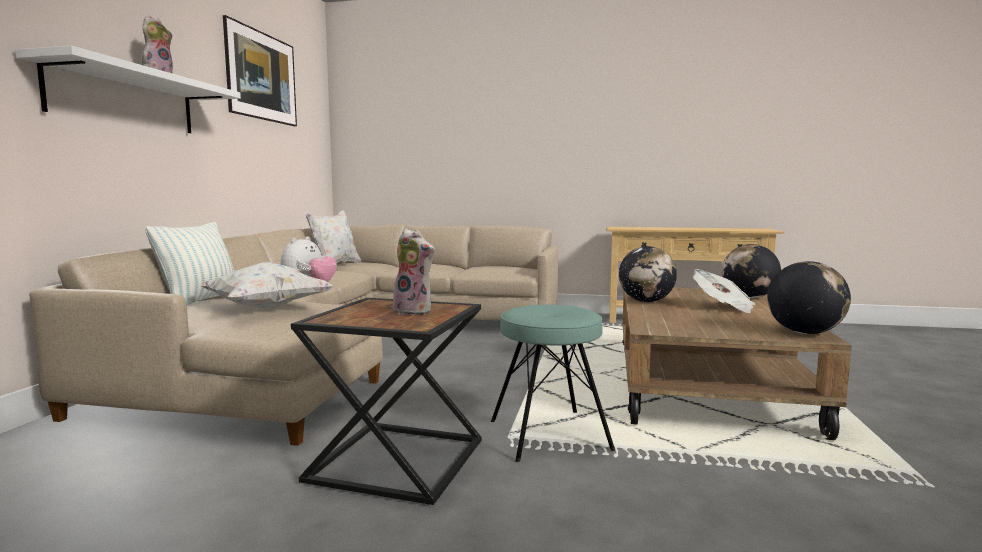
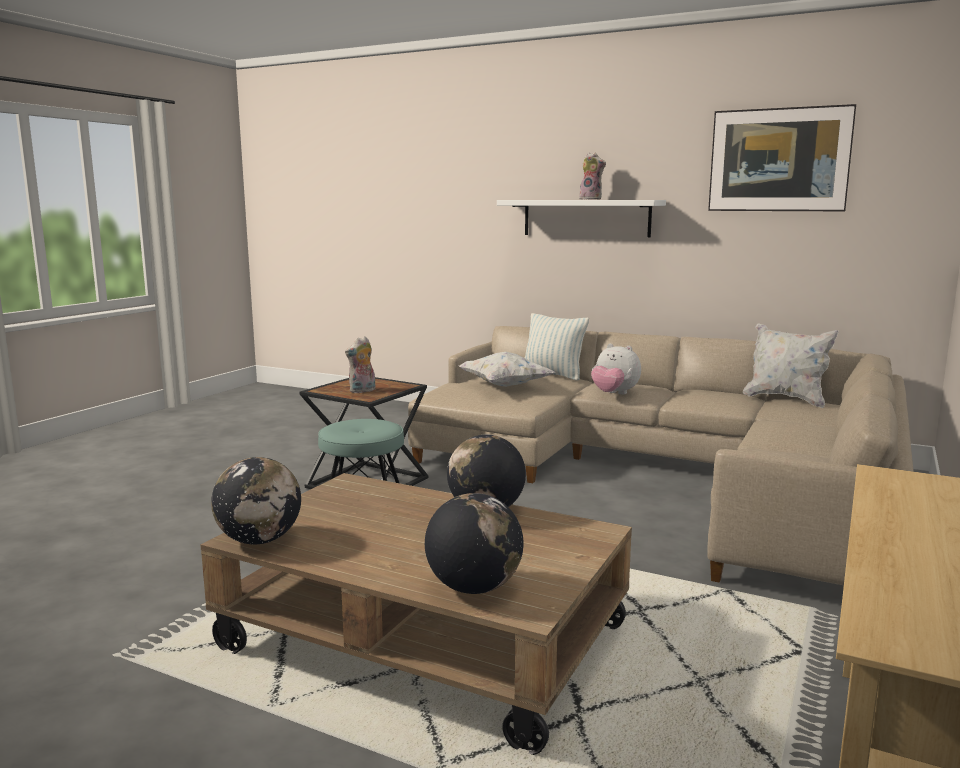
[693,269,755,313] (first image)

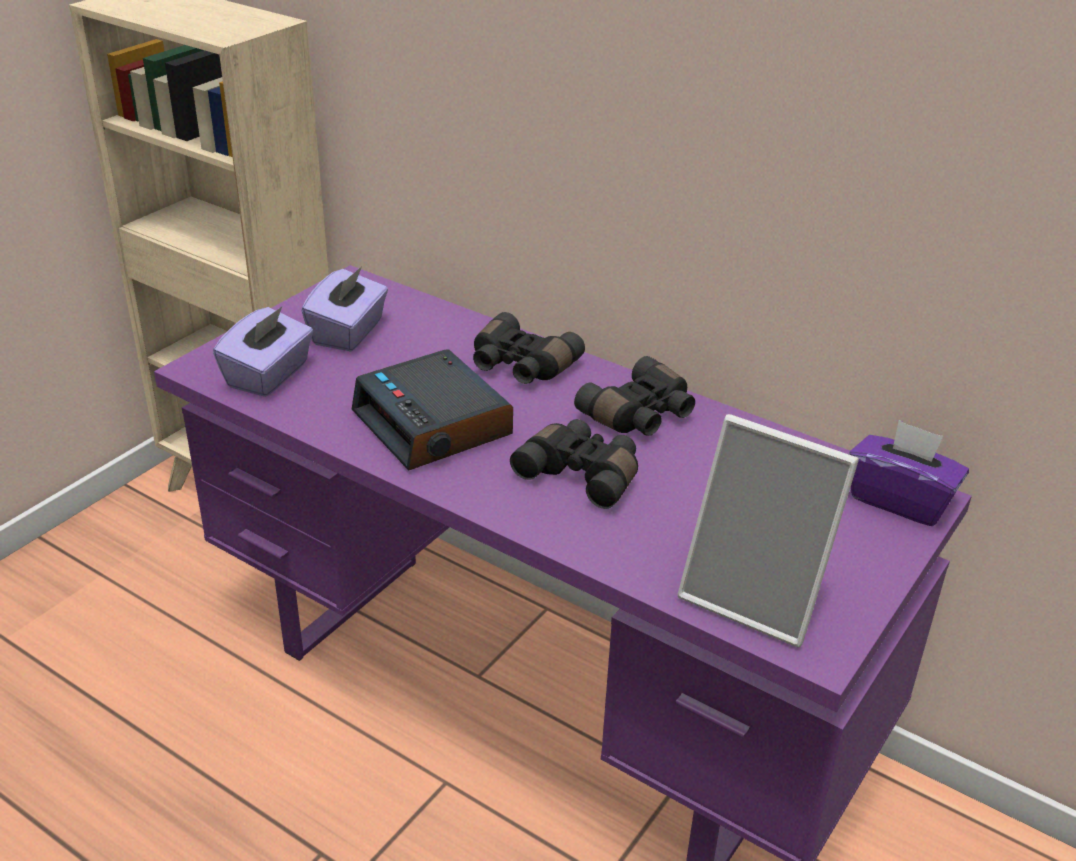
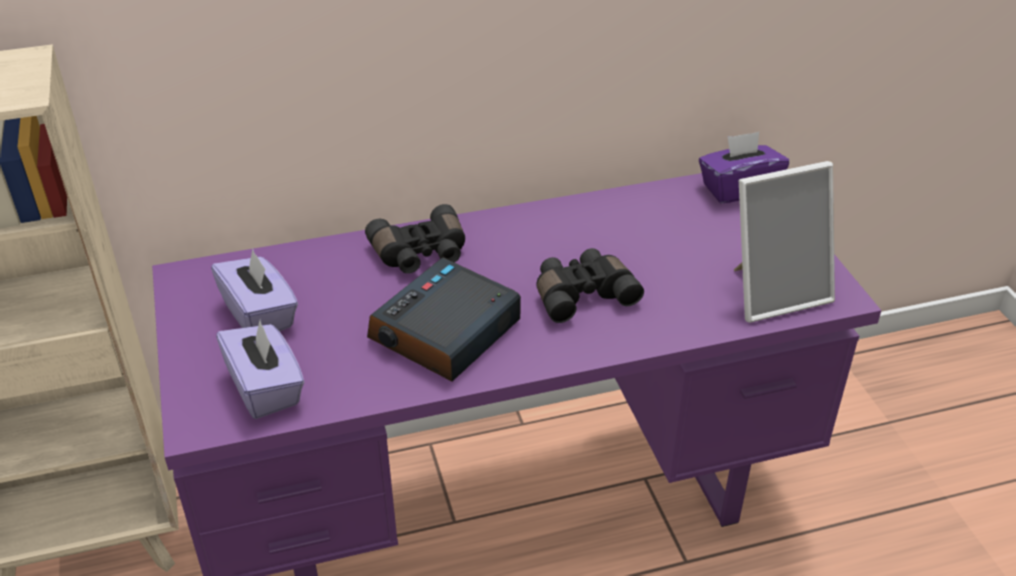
[574,356,695,436] (first image)
[367,258,521,381]

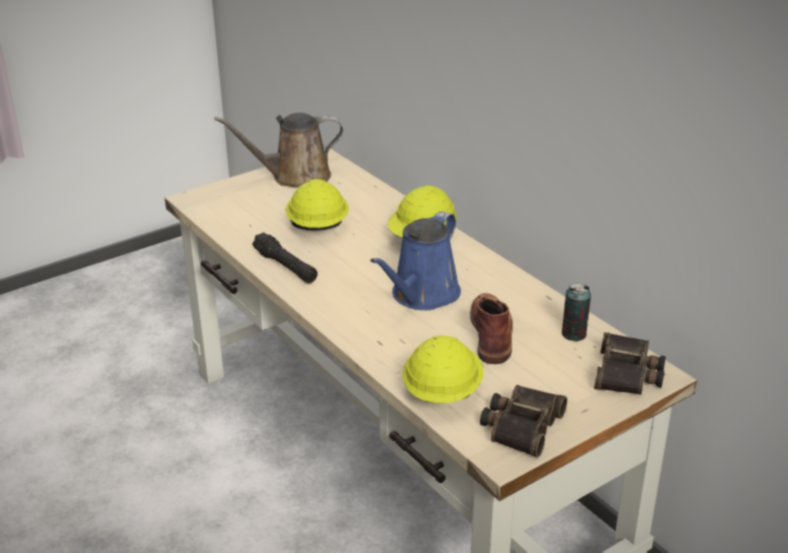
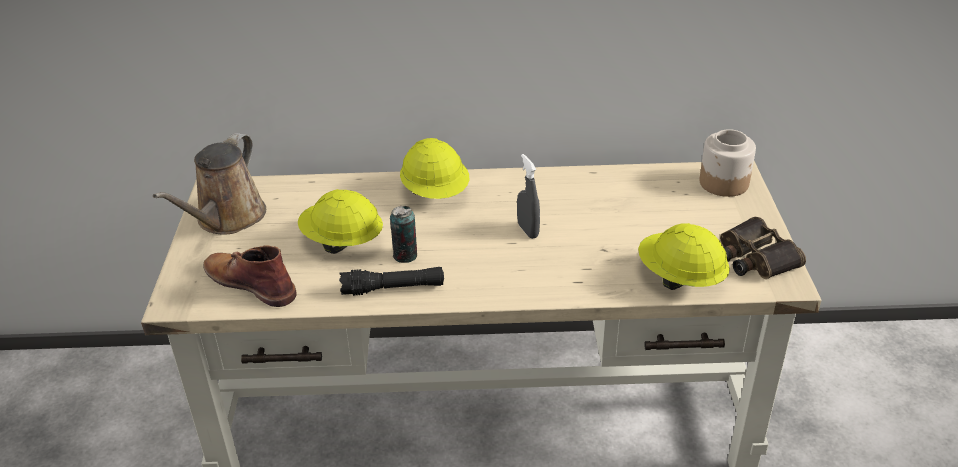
[203,246,297,307]
[390,206,417,263]
[517,154,540,239]
[699,129,756,197]

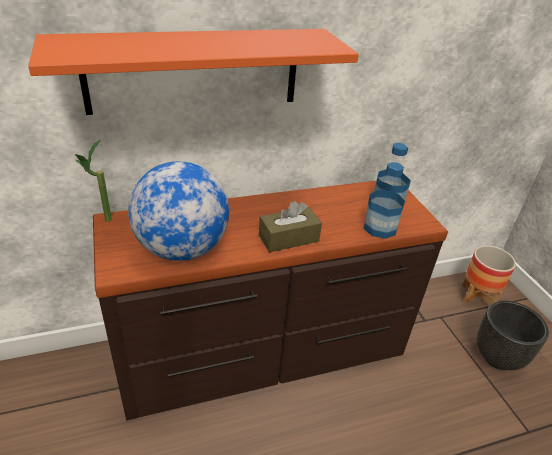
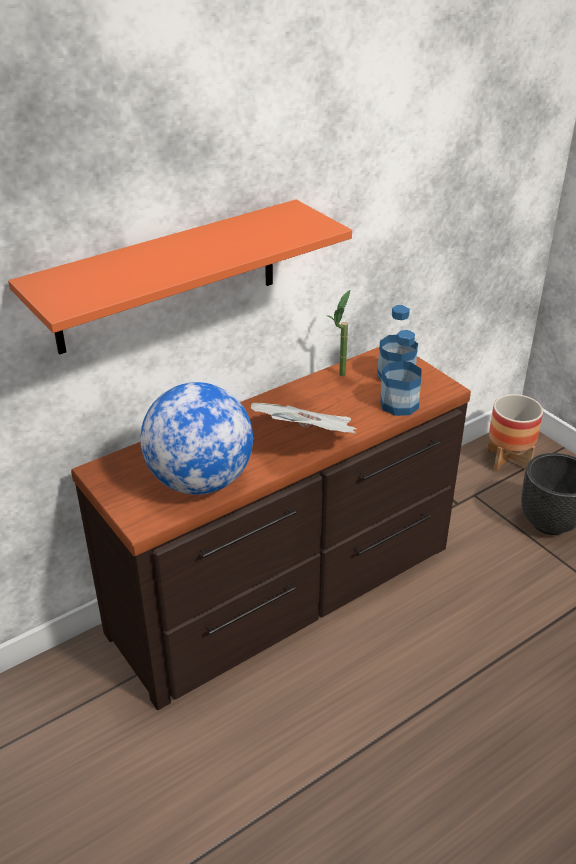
[326,290,350,376]
[251,403,357,434]

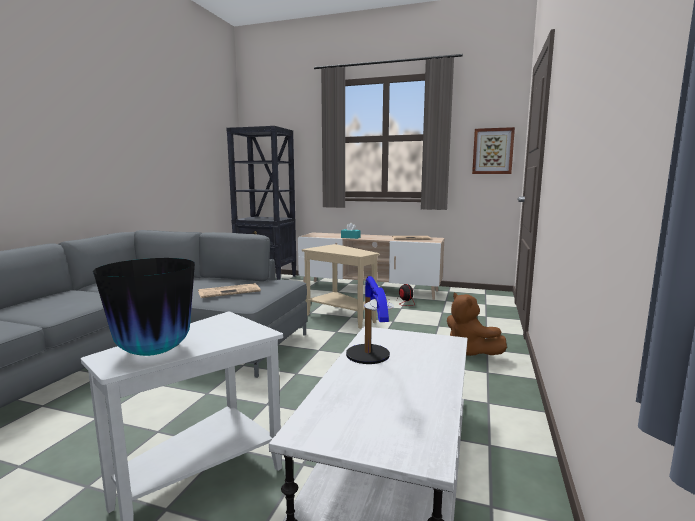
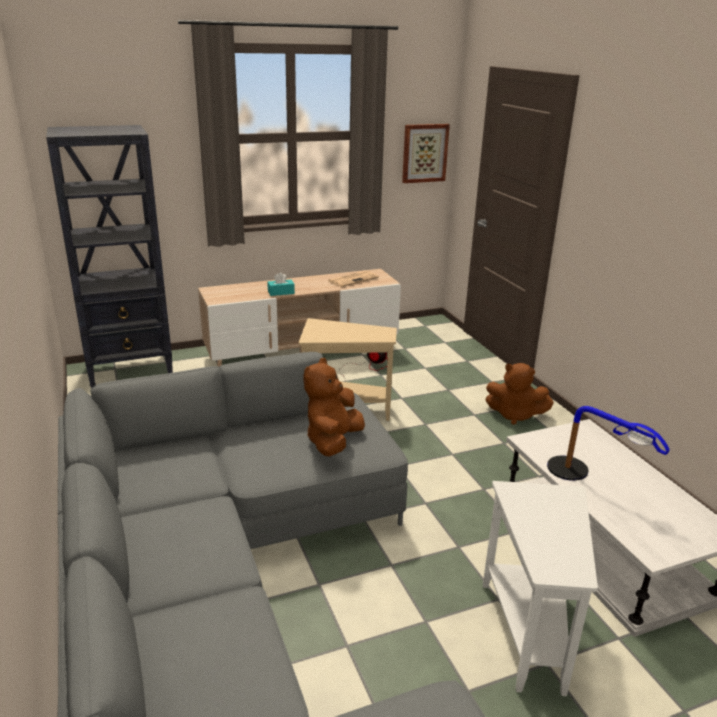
[93,258,195,356] (first image)
[303,358,365,456]

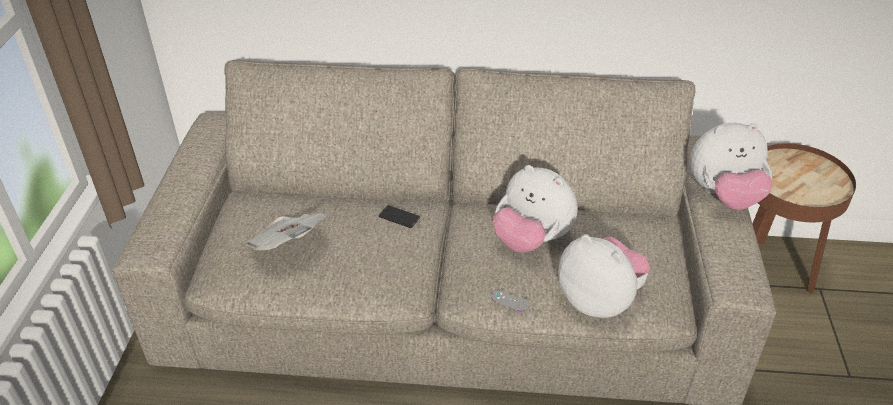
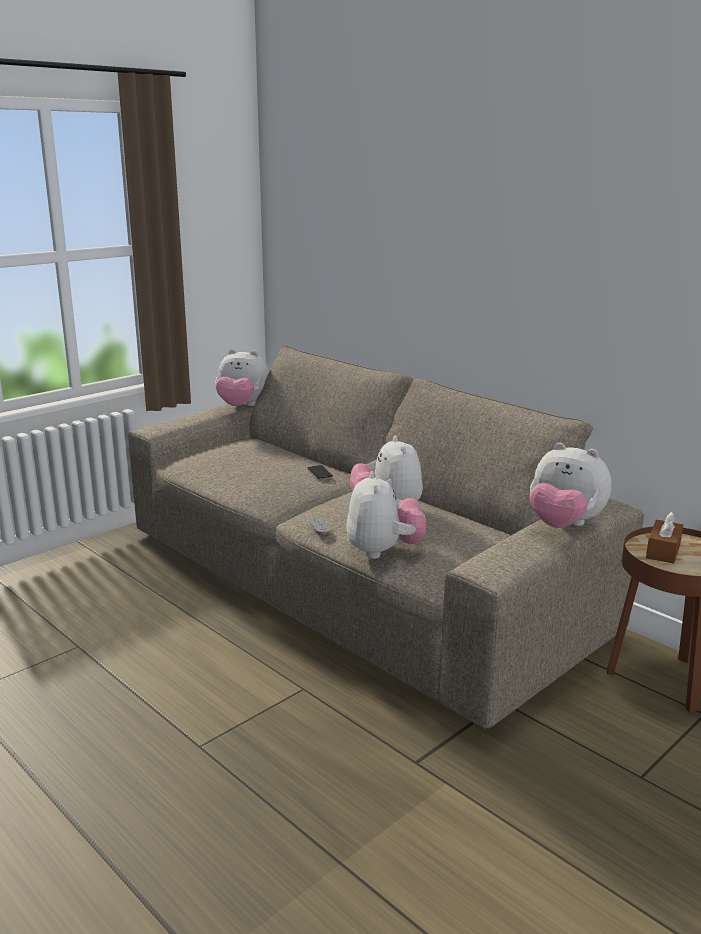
[245,212,327,251] (first image)
[215,349,269,406]
[646,512,683,564]

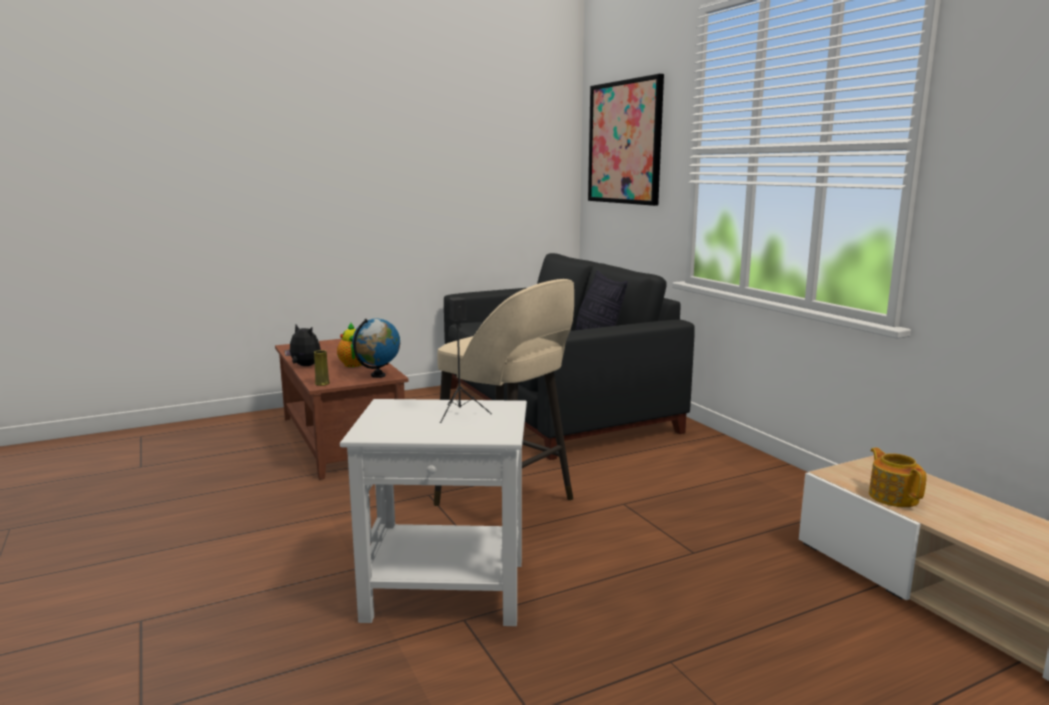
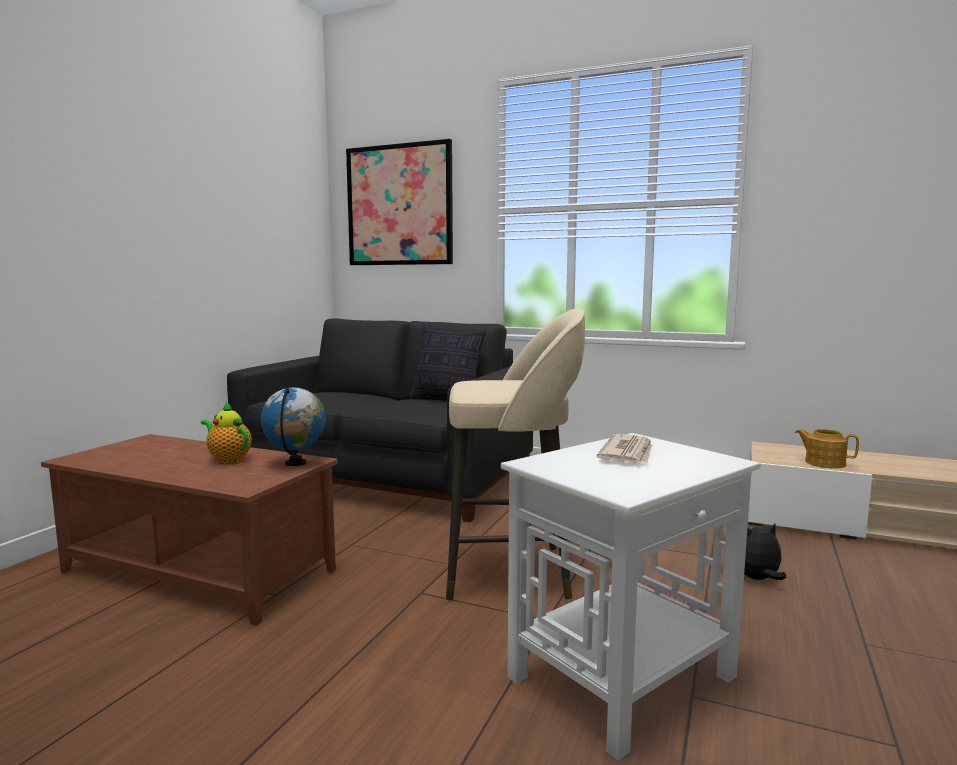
[314,350,330,386] (first image)
[744,524,786,580]
[597,434,652,463]

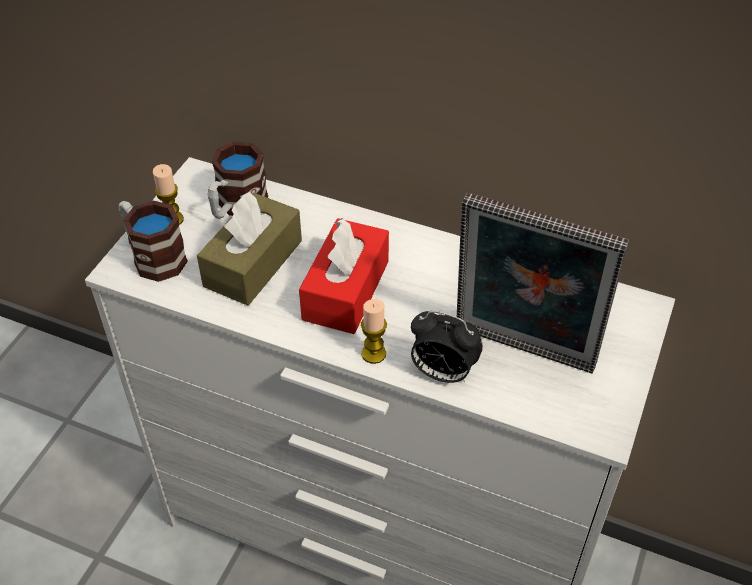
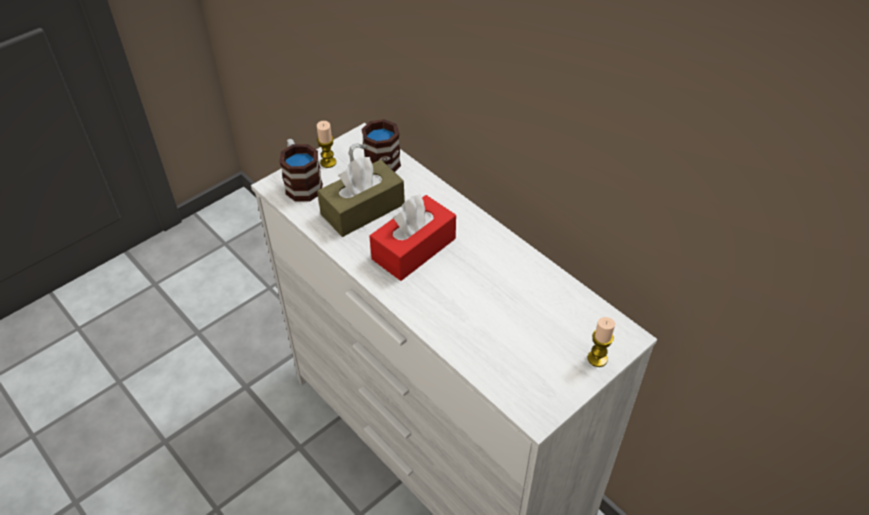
[411,311,483,383] (first image)
[457,193,629,374] (first image)
[588,317,615,367]

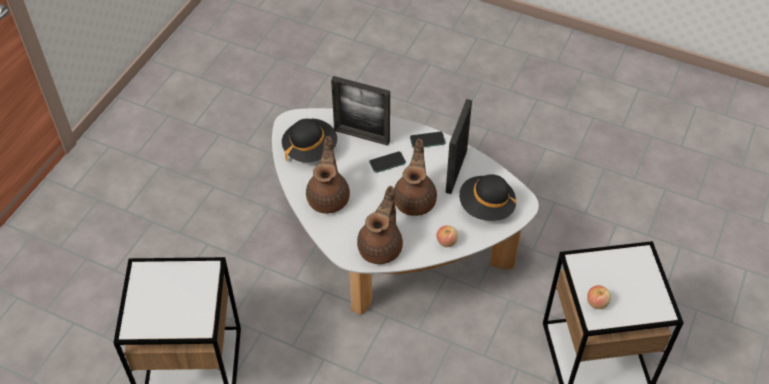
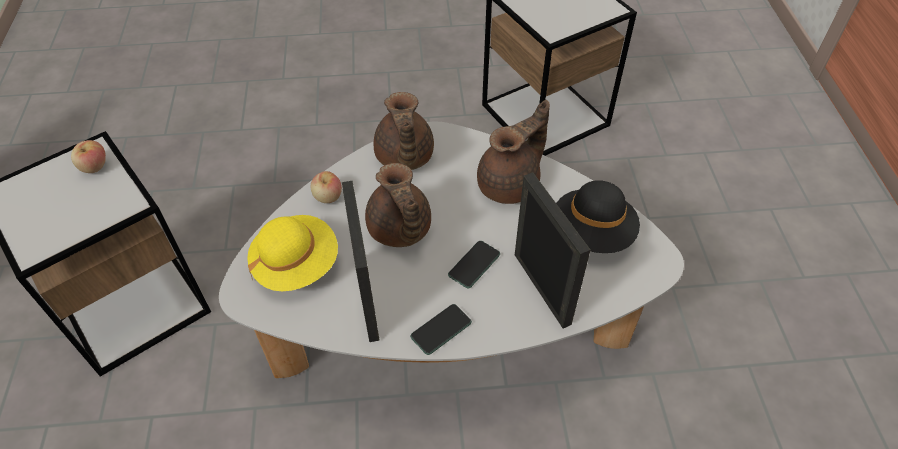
[247,215,338,291]
[477,100,550,204]
[515,172,591,328]

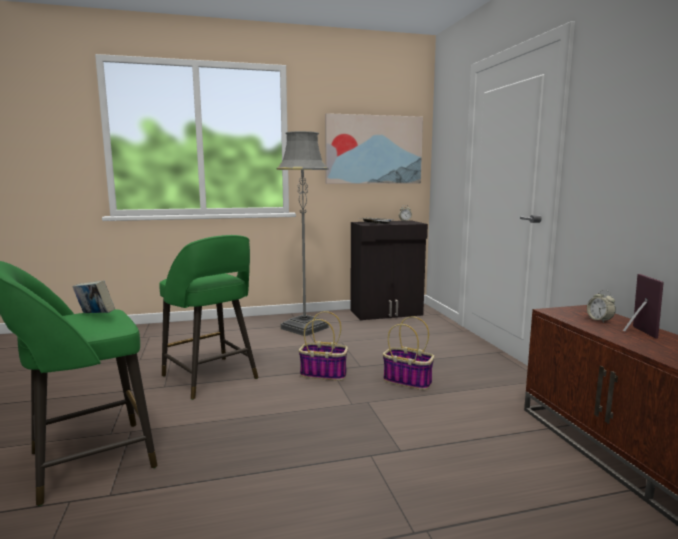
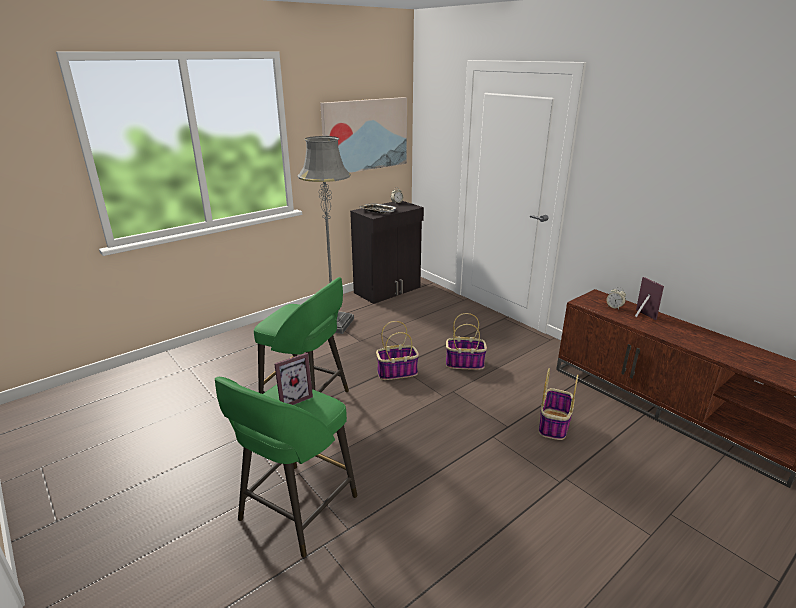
[539,368,578,440]
[274,353,313,405]

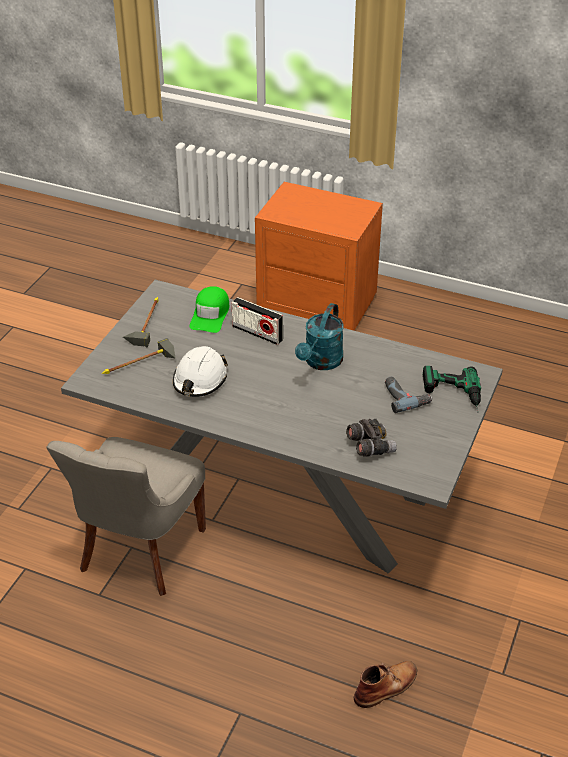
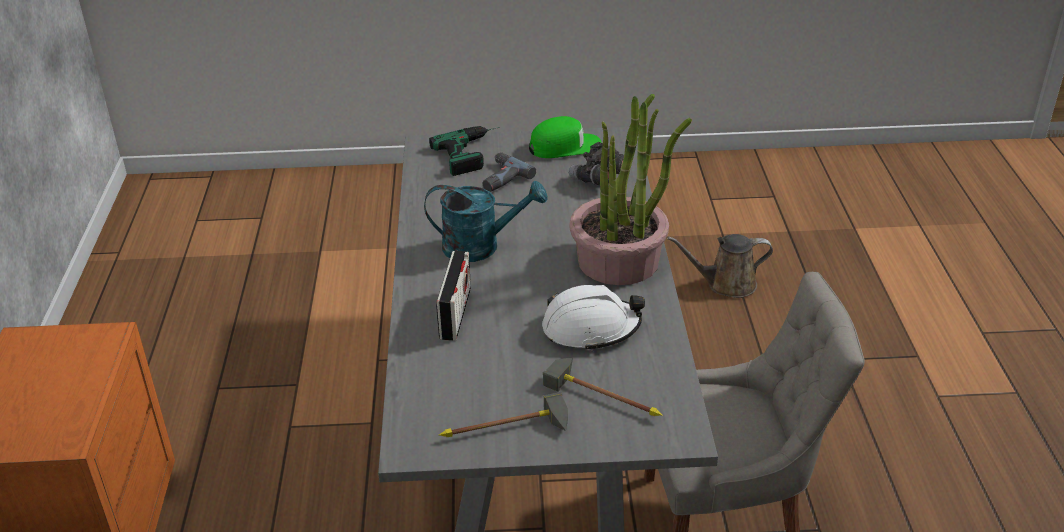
[569,94,692,285]
[529,116,602,158]
[667,234,773,298]

